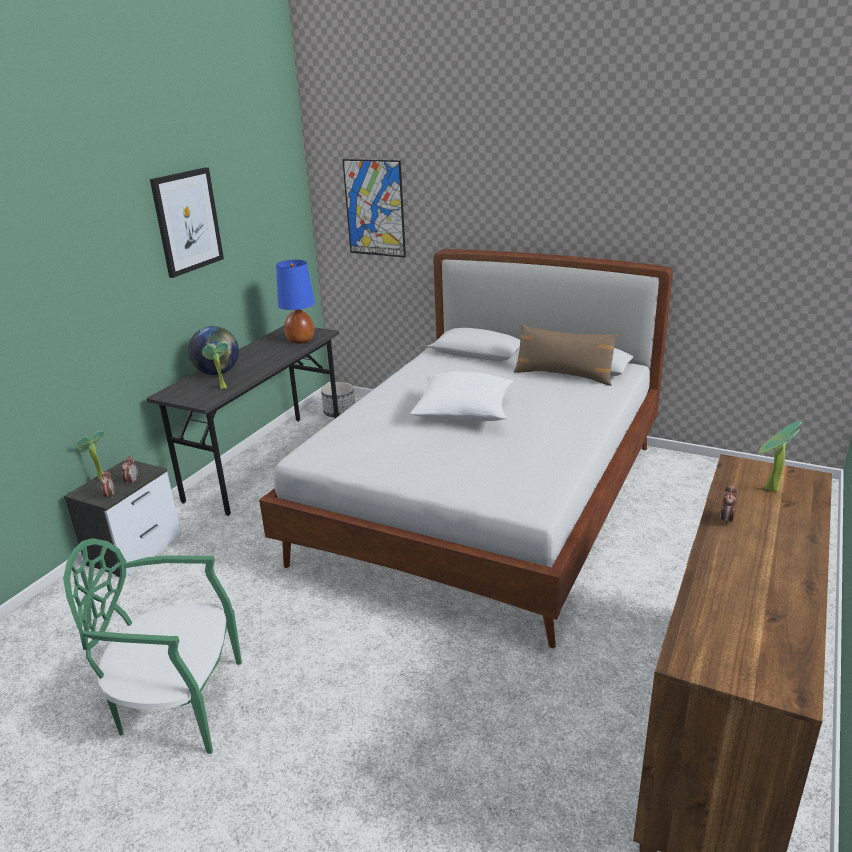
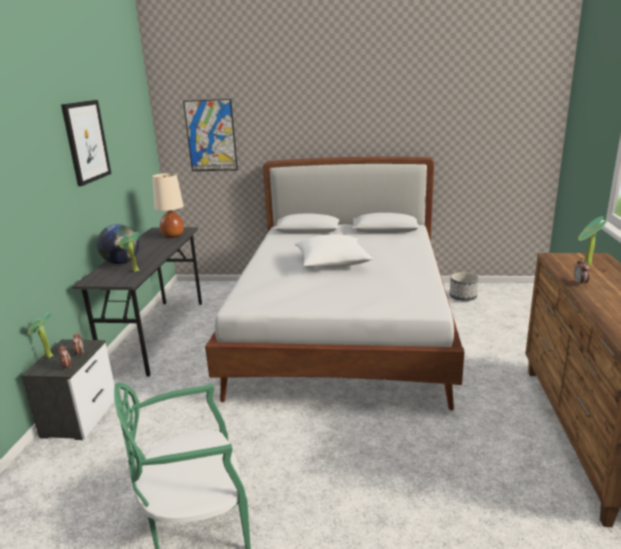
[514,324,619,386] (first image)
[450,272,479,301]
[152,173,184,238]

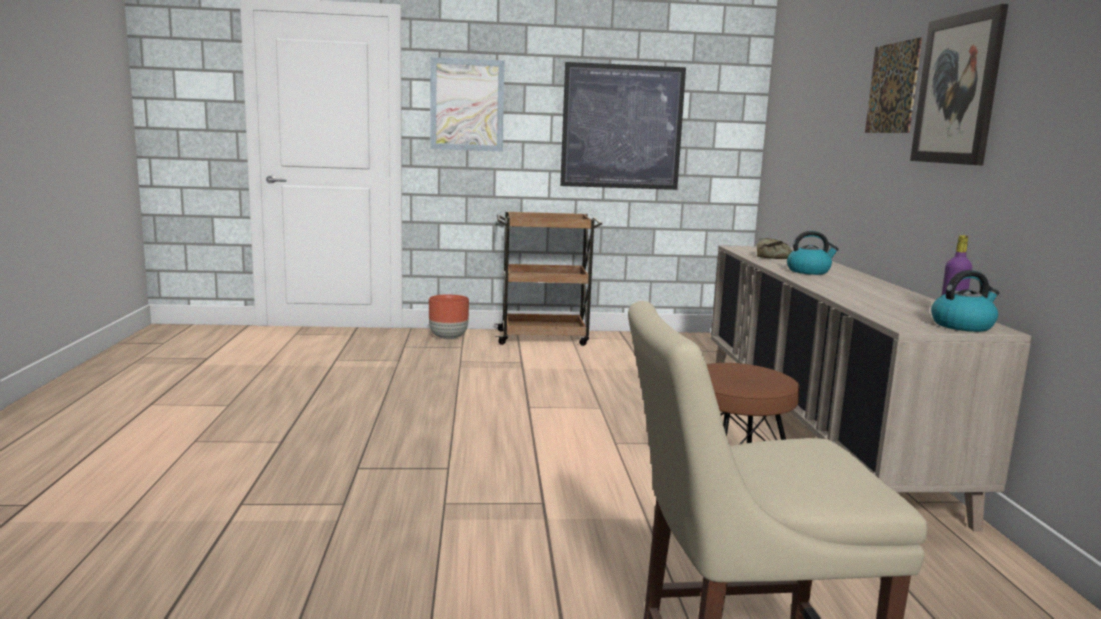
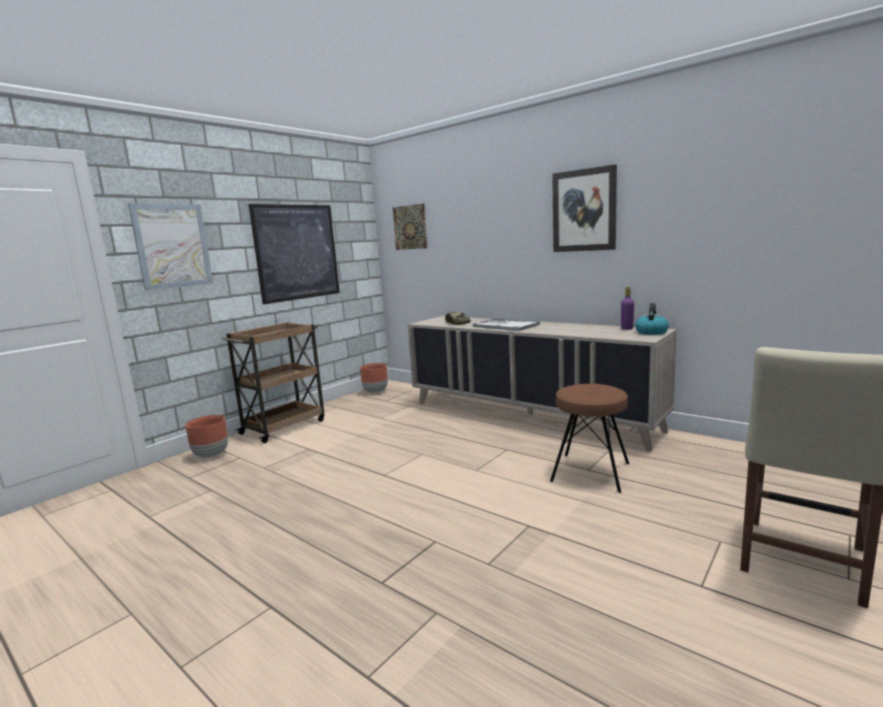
[360,363,388,393]
[393,204,427,250]
[473,318,540,331]

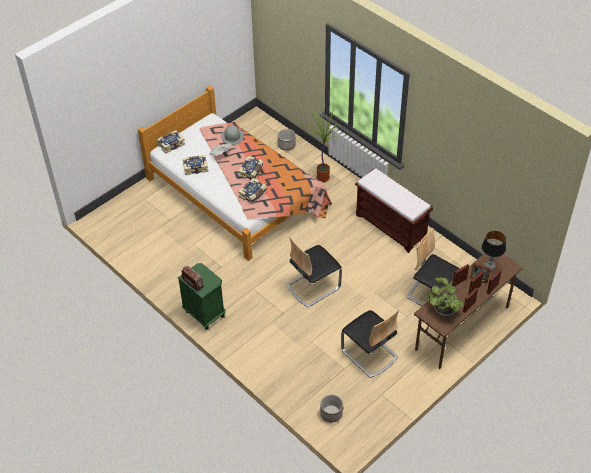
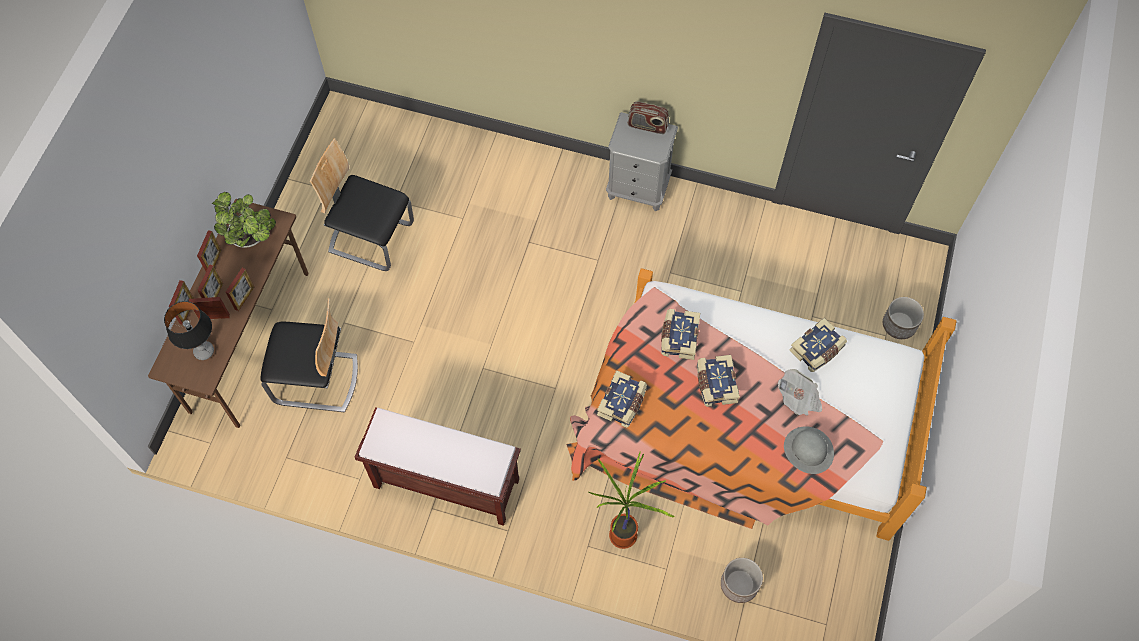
[287,235,342,307] (first image)
[597,370,647,428]
[883,297,924,339]
[606,112,678,211]

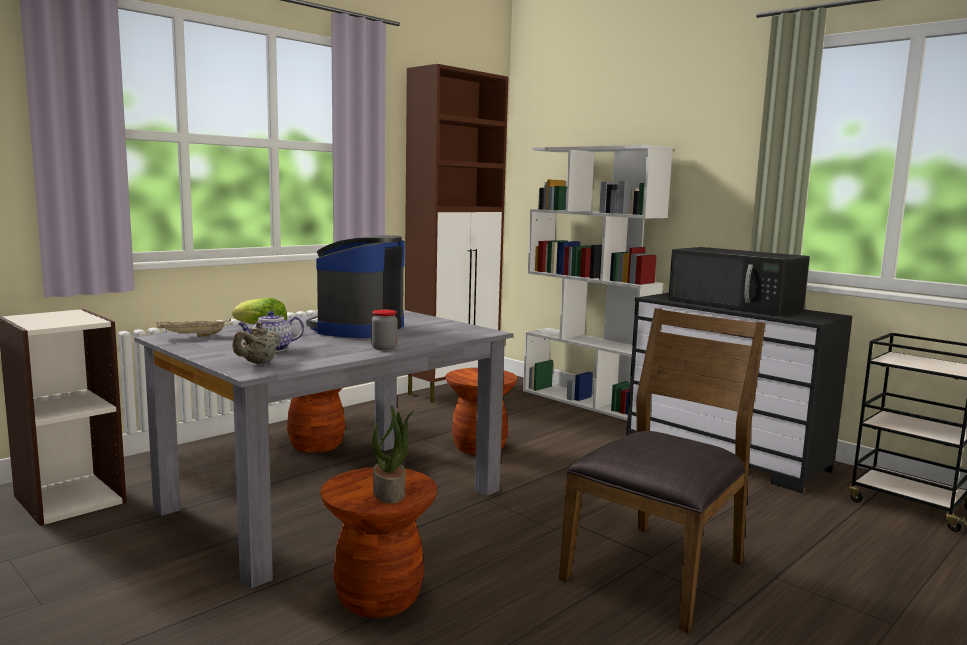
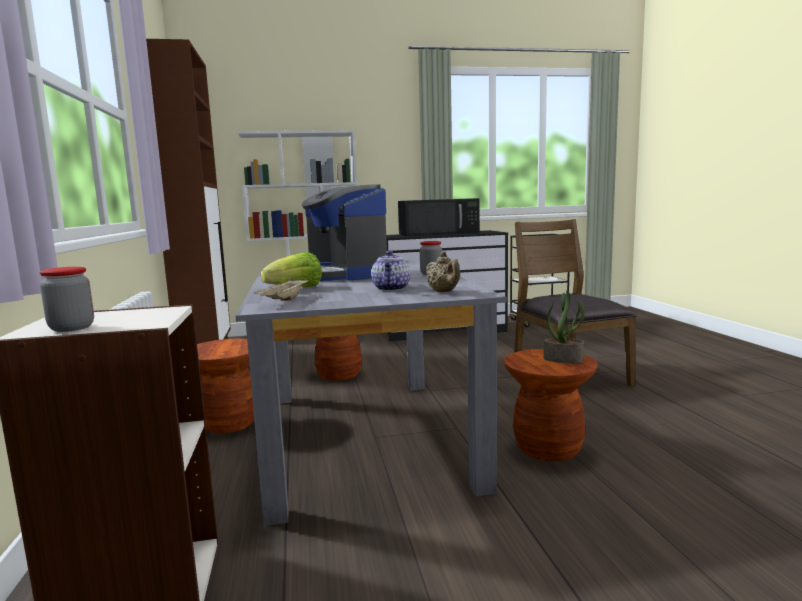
[40,267,94,332]

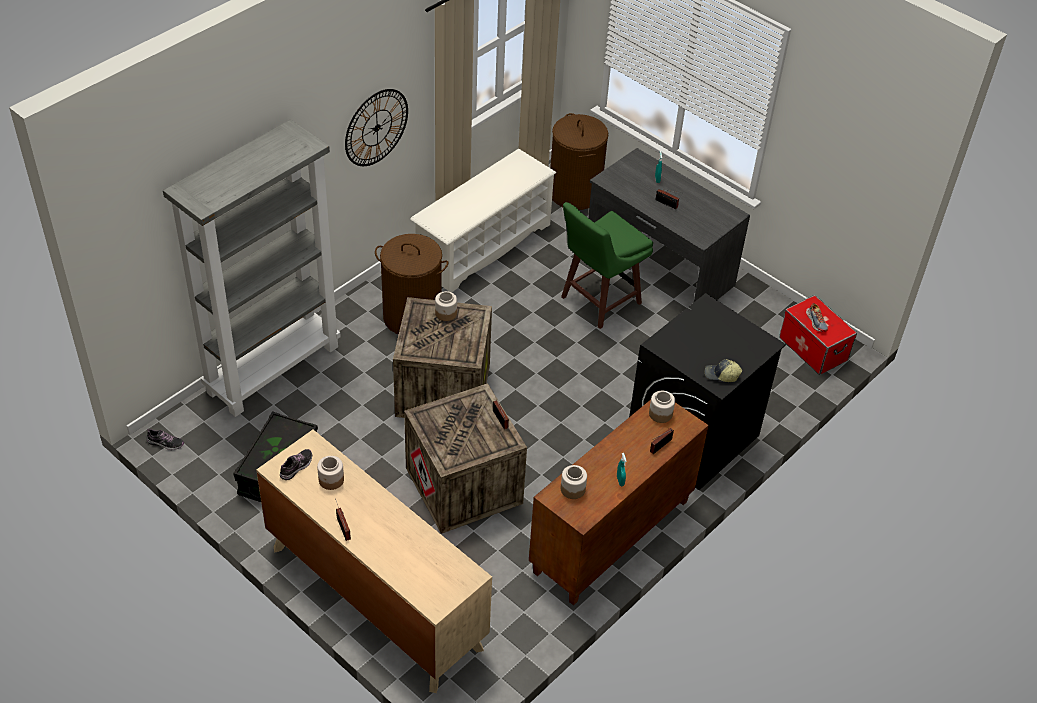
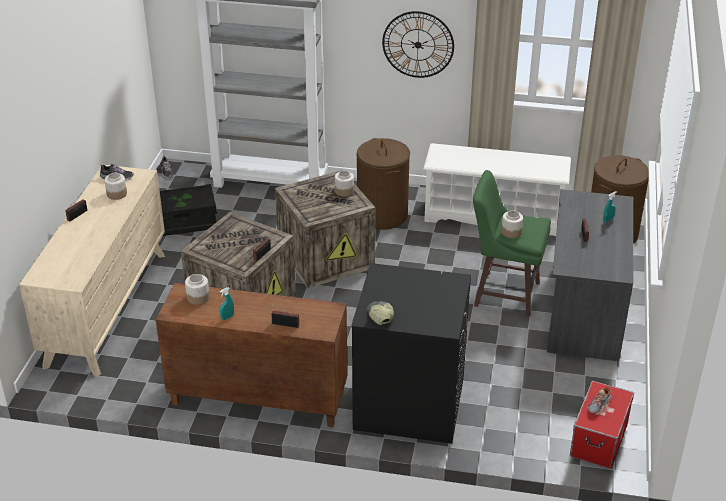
[501,211,523,238]

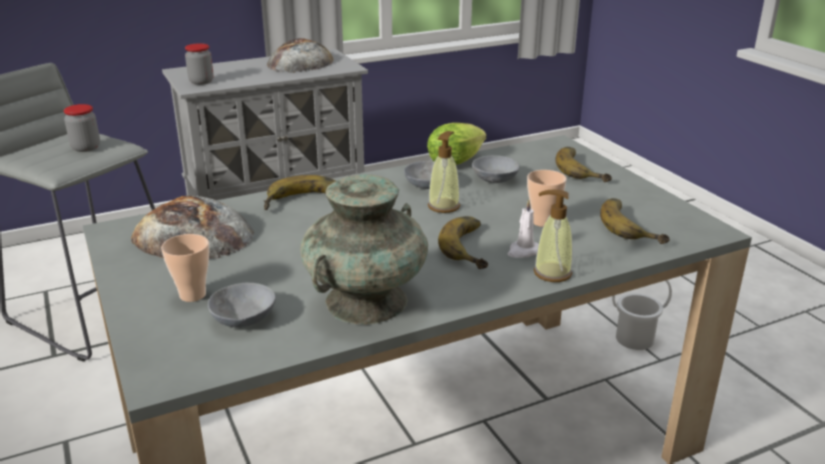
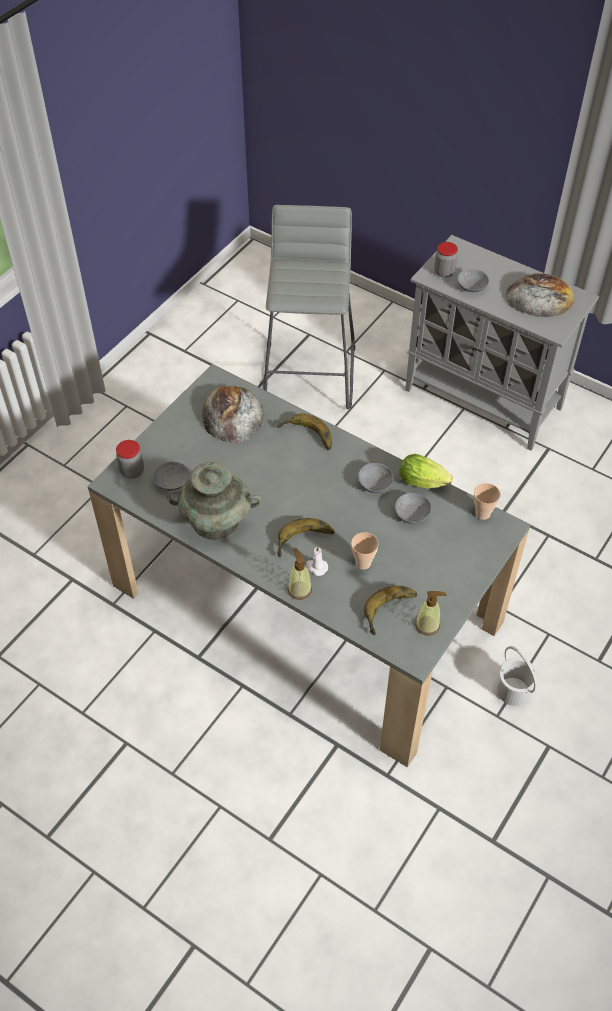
[555,147,612,182] (first image)
[457,269,489,292]
[116,440,144,479]
[474,483,501,520]
[415,591,447,636]

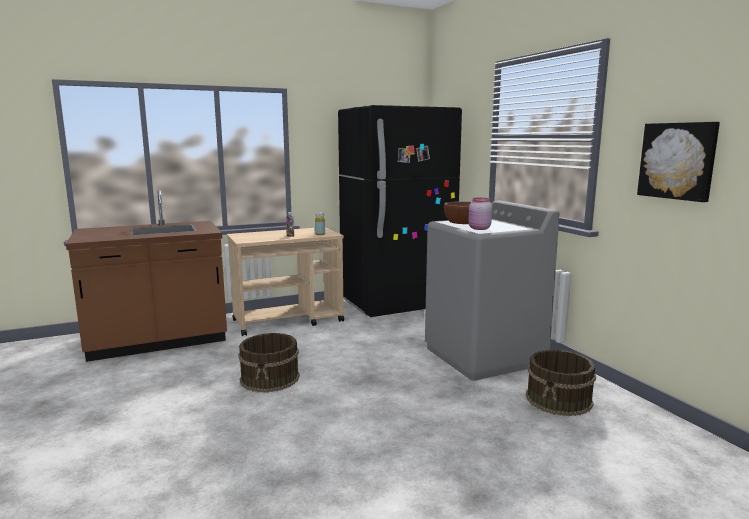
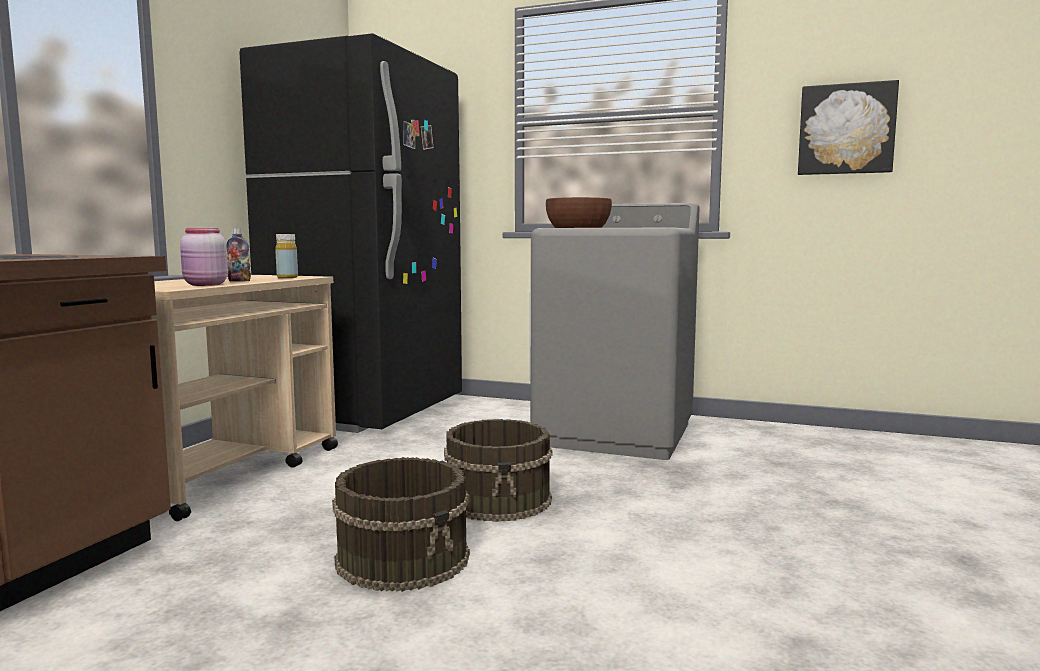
[180,228,228,286]
[444,419,552,522]

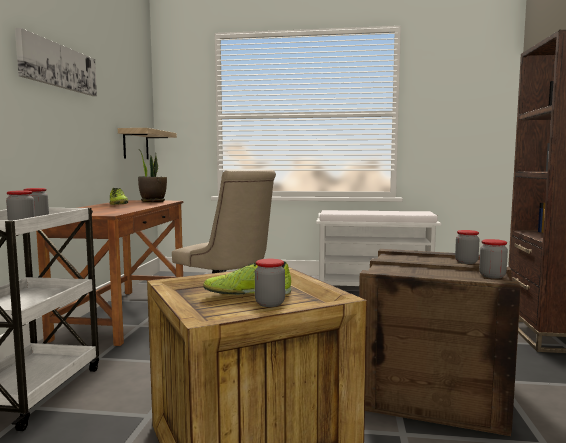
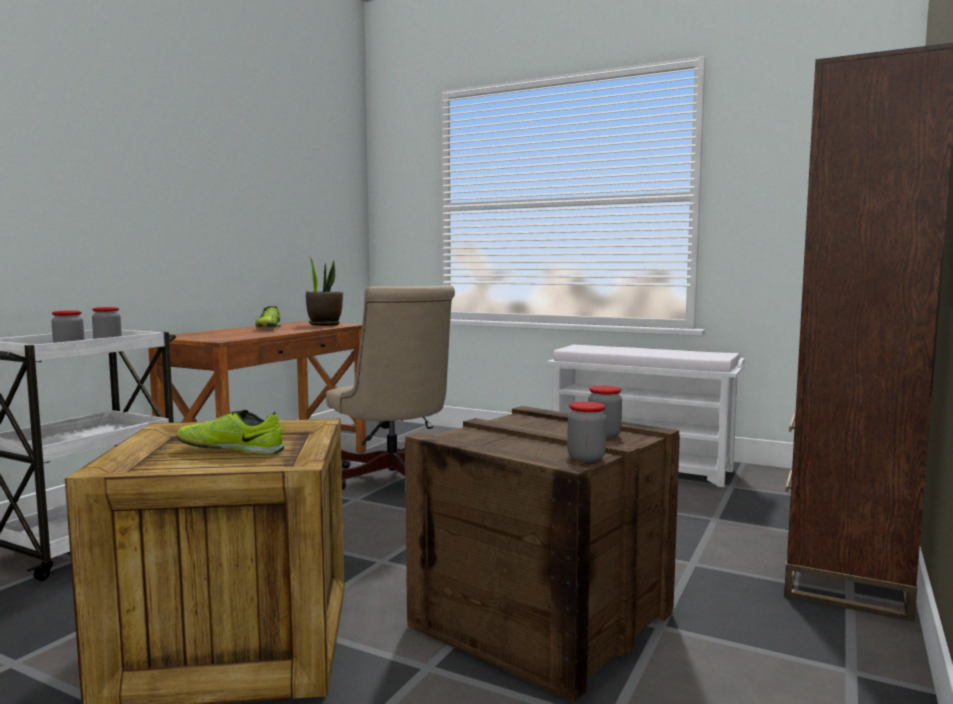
[15,28,97,96] (first image)
[118,128,177,159] (first image)
[255,259,285,307] (first image)

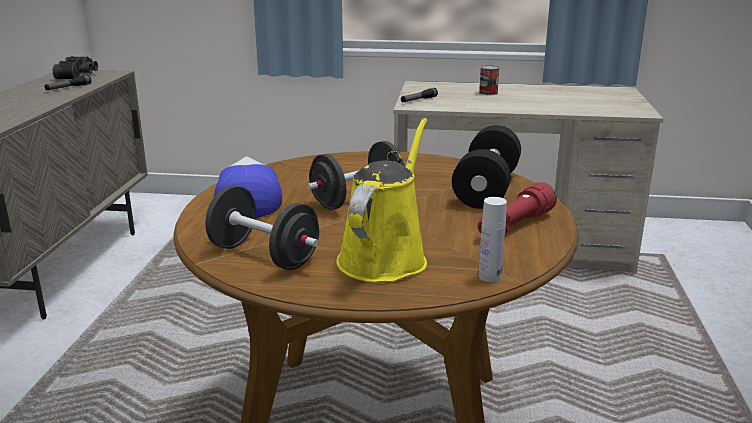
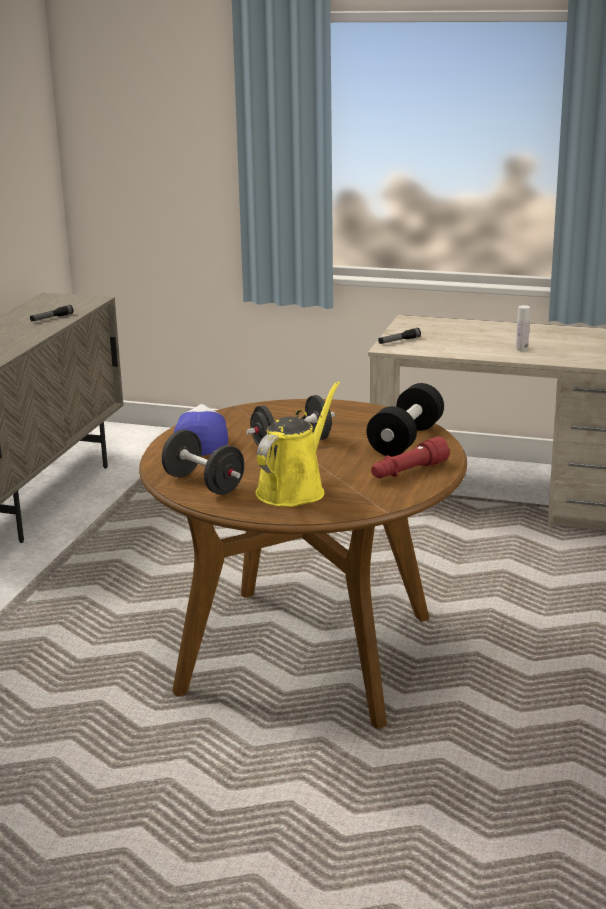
[53,56,98,79] (first image)
[479,65,500,95] (first image)
[516,305,530,351]

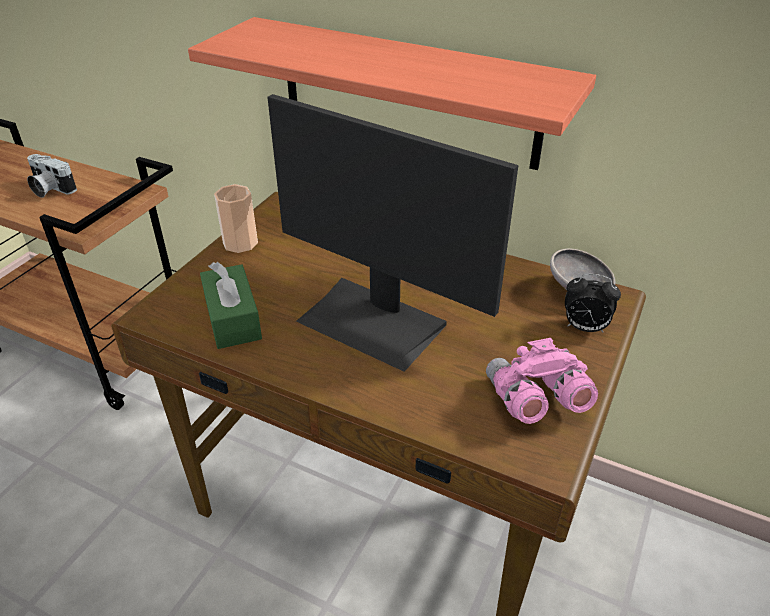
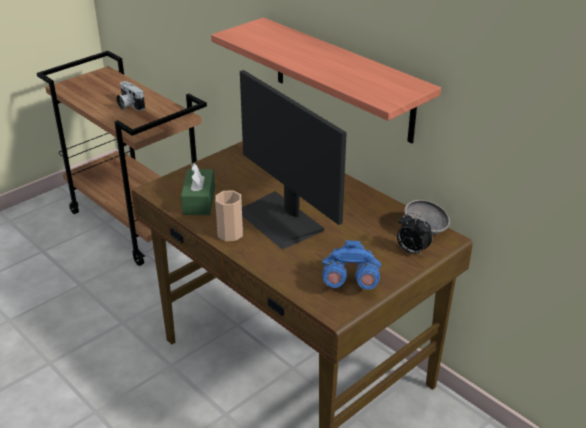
[215,190,243,241]
[322,240,381,290]

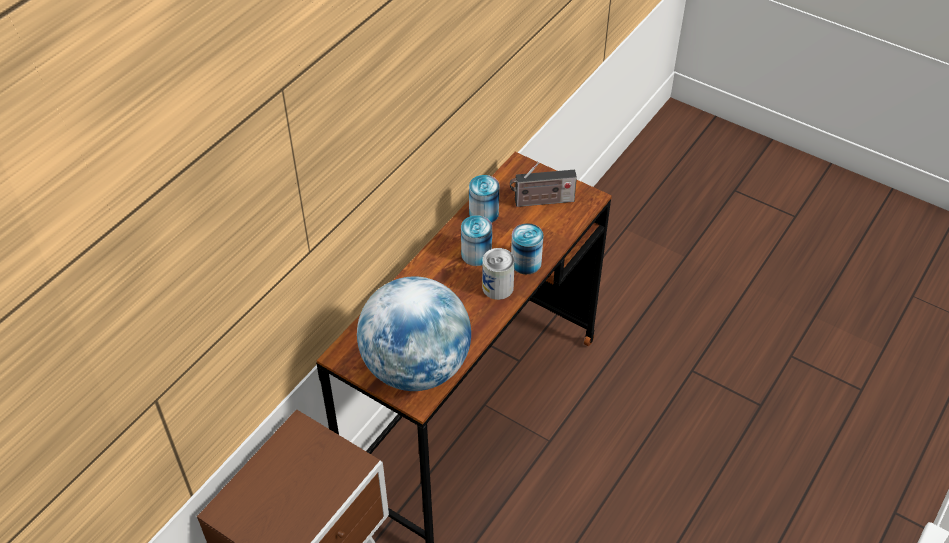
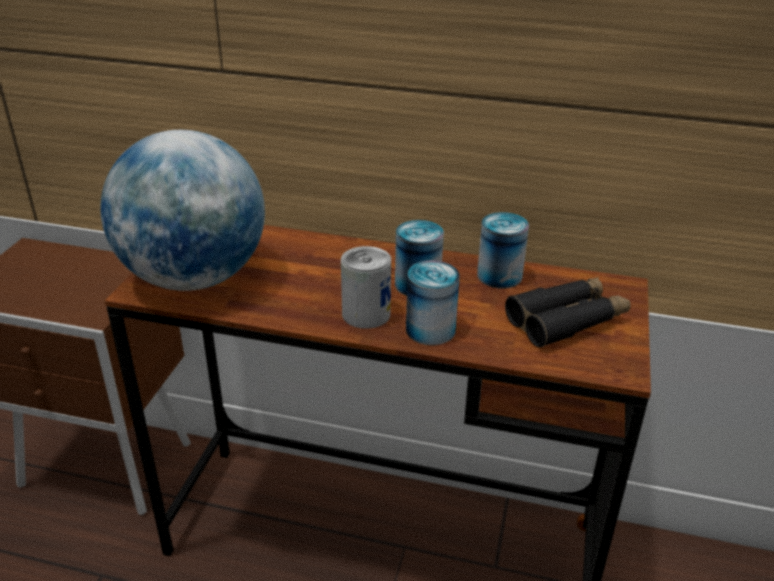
[505,277,631,348]

